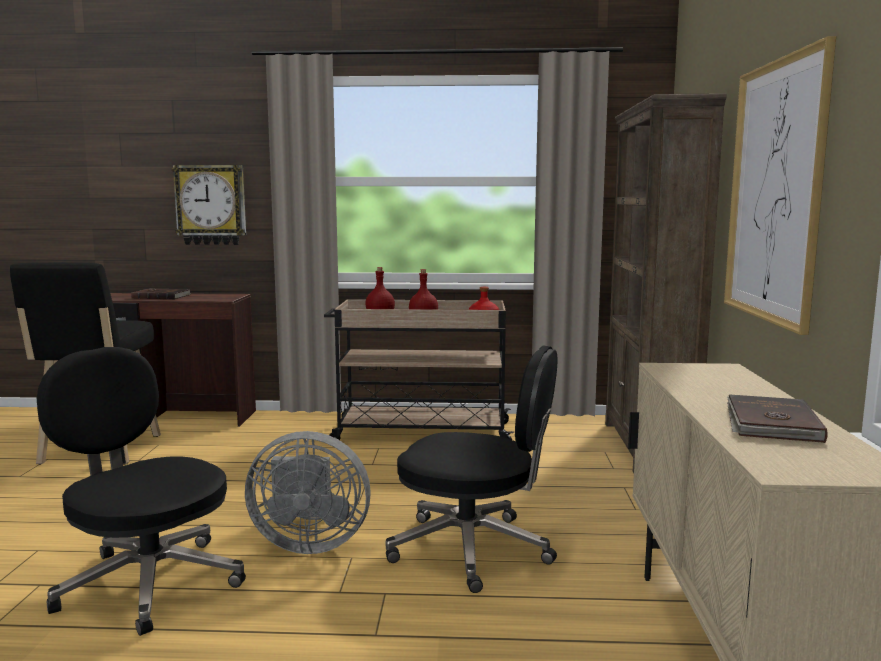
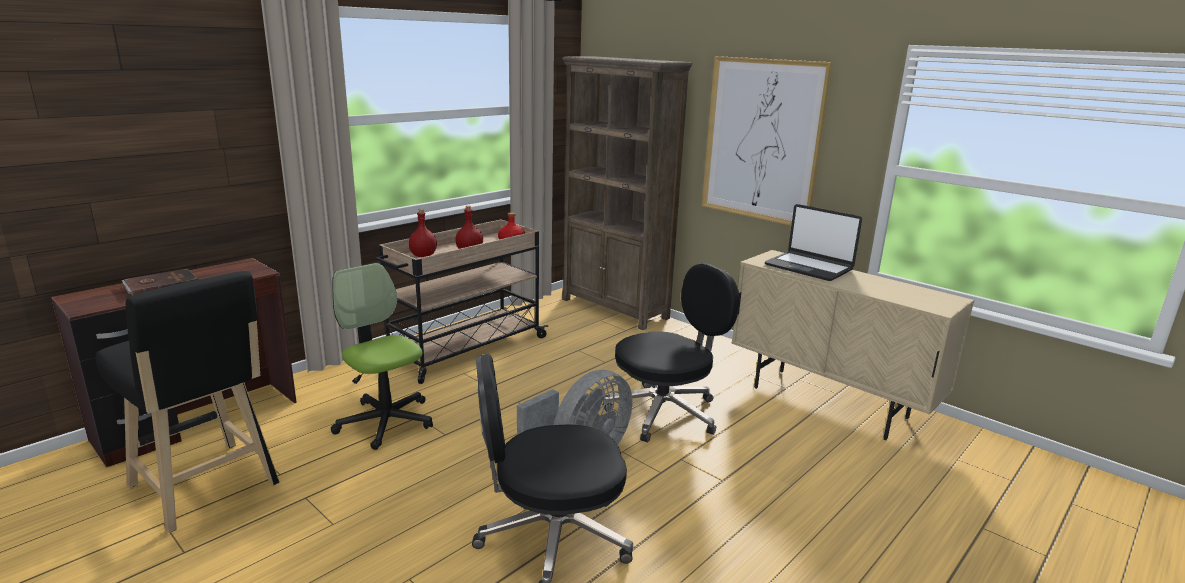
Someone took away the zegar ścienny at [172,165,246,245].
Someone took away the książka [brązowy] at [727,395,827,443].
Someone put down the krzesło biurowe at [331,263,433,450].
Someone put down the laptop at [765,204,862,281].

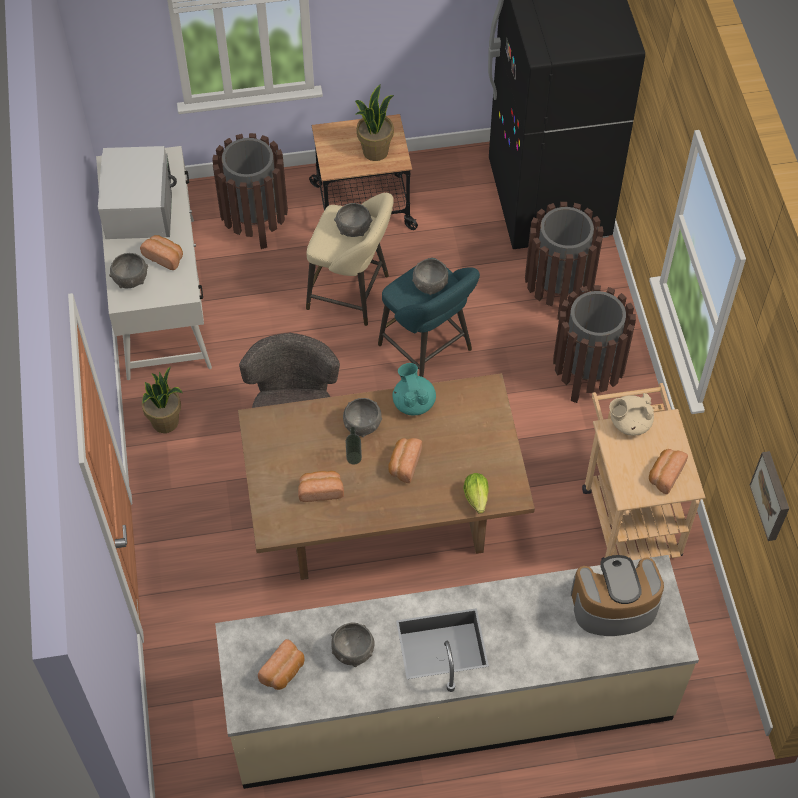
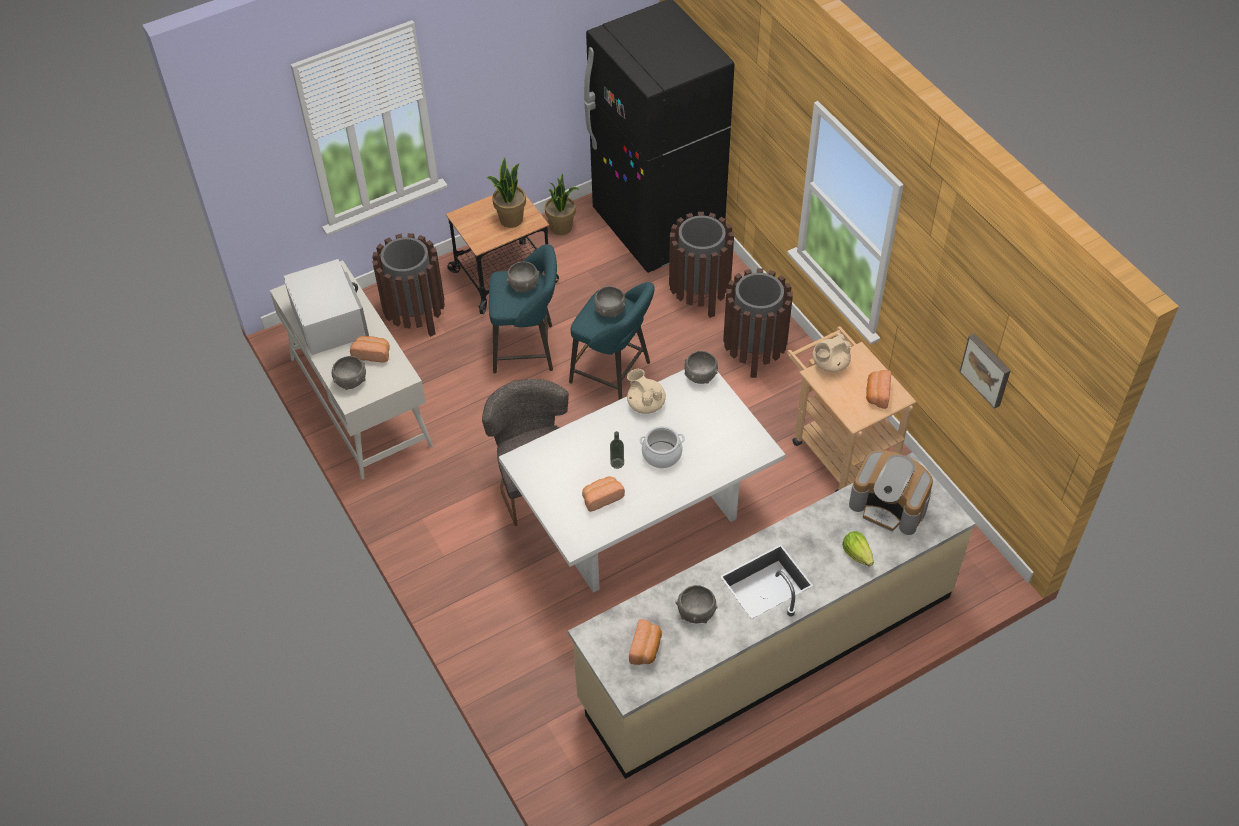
Someone carried the roślina doniczkowa from [142,367,183,433] to [545,173,580,235].
Someone carried the miska [szary] from [343,398,382,437] to [684,351,718,384].
Someone carried the sałata from [463,473,488,514] to [842,531,874,567].
Someone swapped the chleb at [388,438,422,483] for the garnek at [640,426,685,468].
Someone repainted the stół jadalny [brązowy] at [238,373,535,580], which became the stół jadalny [biały] at [499,369,786,593].
Someone repainted the stołek [beżowy] at [306,193,394,326], which became the stołek [turkusowy] at [489,244,557,374].
Someone repainted the imbryk [turkusowy] at [392,363,436,415], which became the imbryk [beżowy] at [627,369,666,414].
Someone rotated the ekspres do kawy at [571,555,664,636] by 120 degrees counterclockwise.

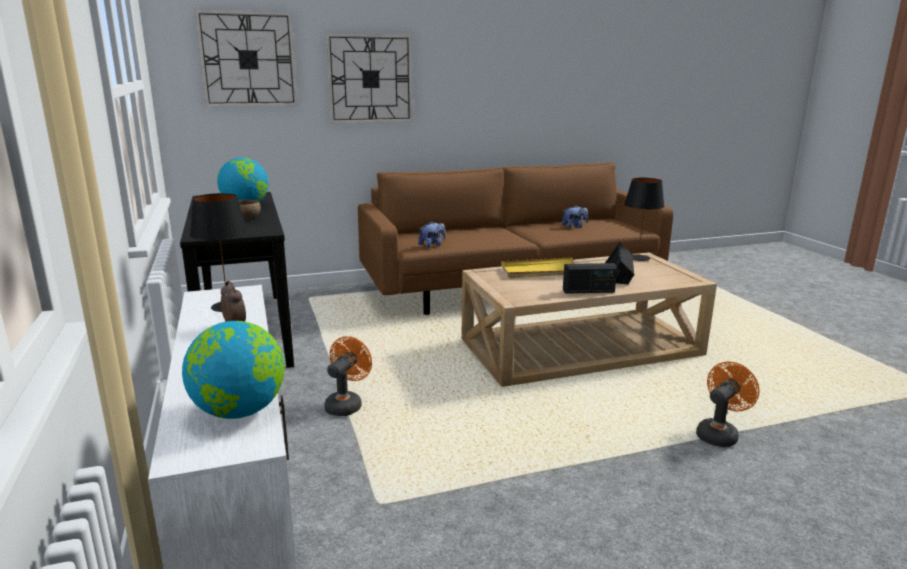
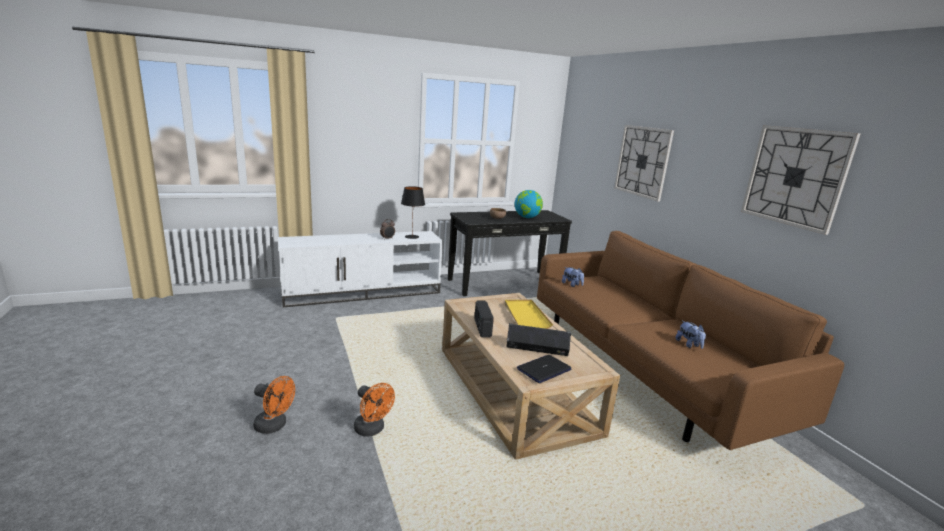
Someone took away the globus at [182,321,285,419].
Someone took away the lampa stołowa [czarny] at [624,178,664,261].
Someone put down the laptop at [517,355,572,383].
Someone carried the zegar ścienny from [194,9,298,107] to [741,125,860,235].
Someone carried the wentylator [pomarańczowy] from [324,336,372,416] to [253,376,295,434].

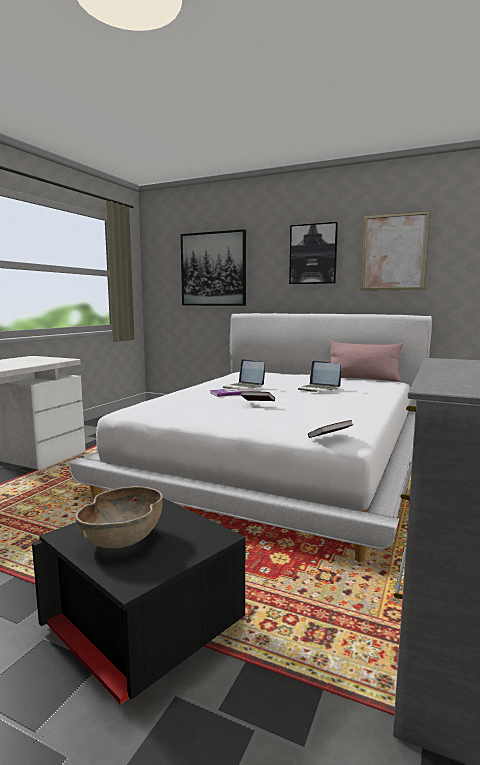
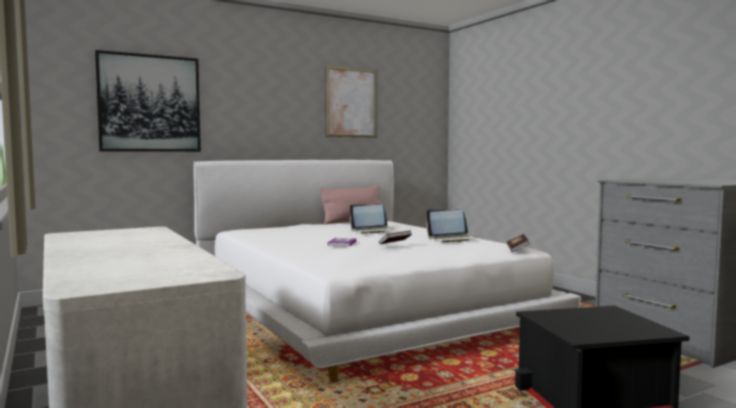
Someone took away the miska [brązowy] at [75,486,163,549].
Someone took away the obraz at [289,222,338,284].
Someone carried the laptop from [223,359,265,389] to [426,210,477,242].

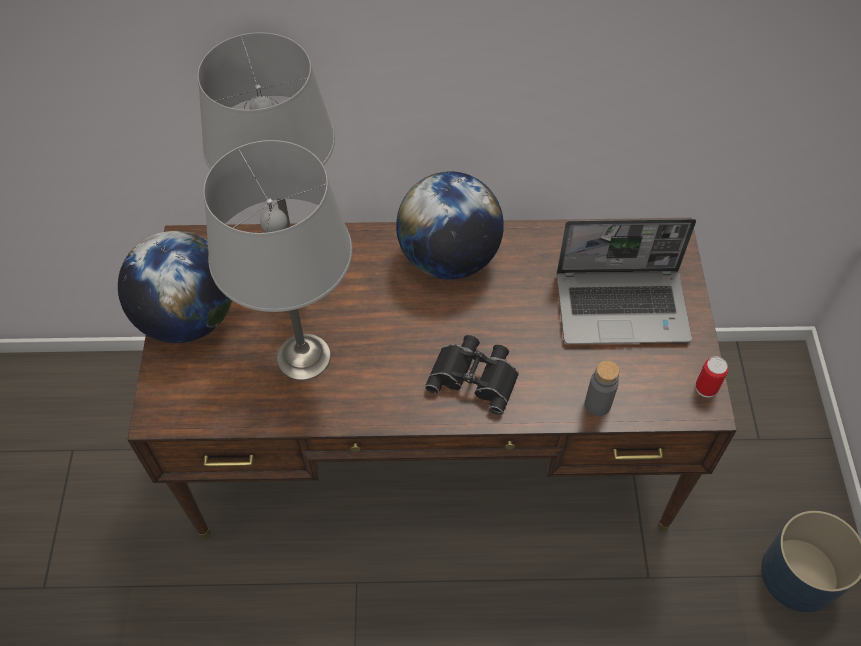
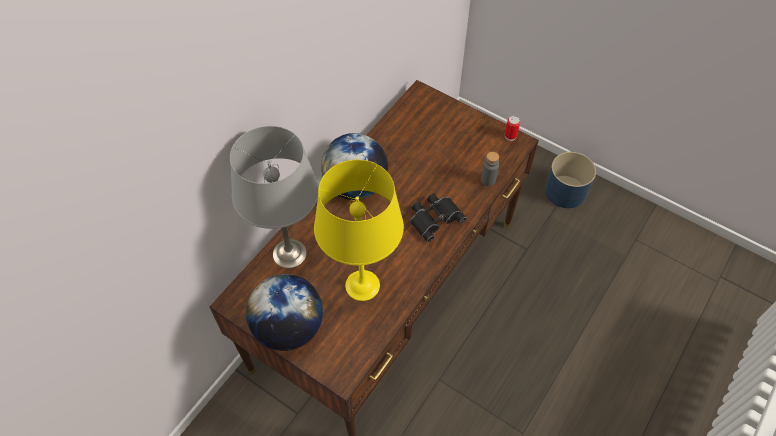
Someone took away the laptop at [557,219,696,344].
Someone repainted the lampa stołowa [szary] at [203,140,352,380], which became the lampa stołowa [żółty] at [314,160,404,301].

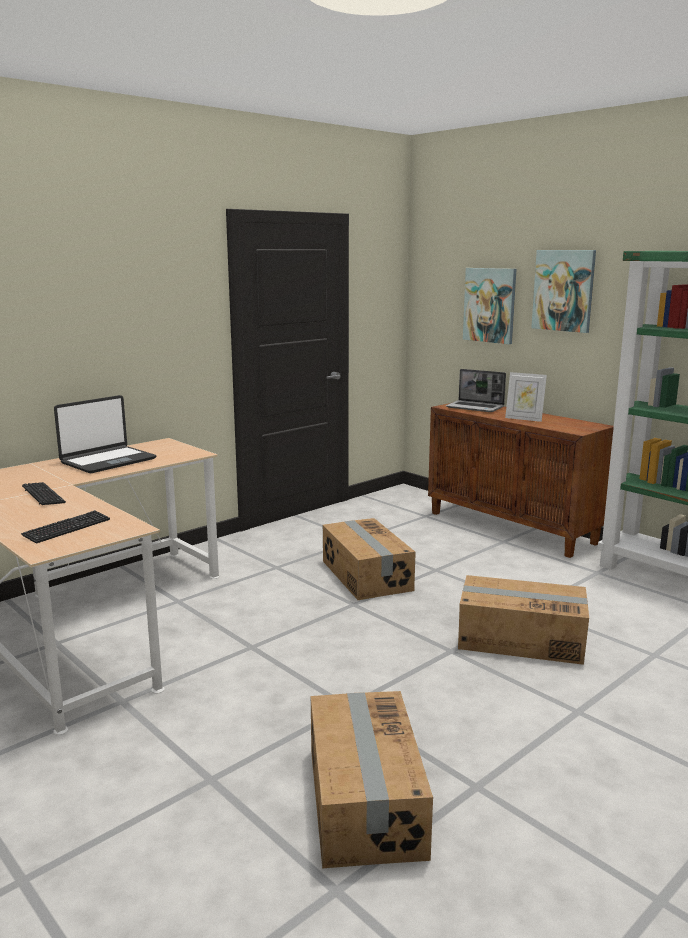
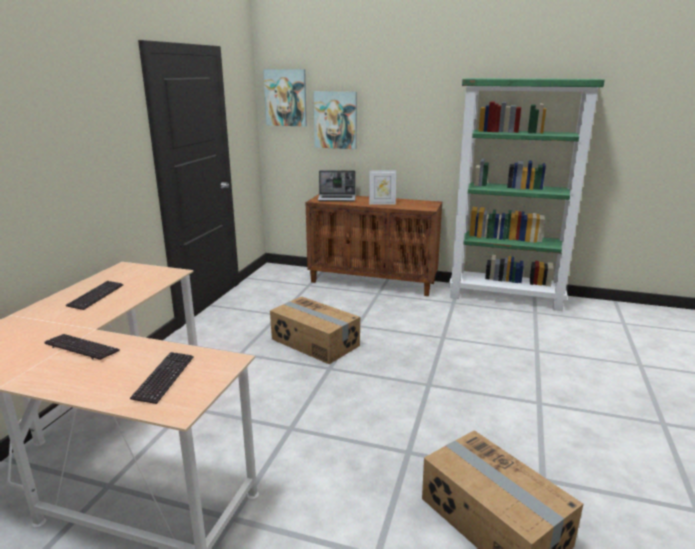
Someone took away the karton at [458,575,589,665].
Someone carried the obraz from [531,250,596,333] to [263,69,307,127].
Someone swapped the laptop at [54,395,156,473] for the klawiatura at [66,281,123,310].

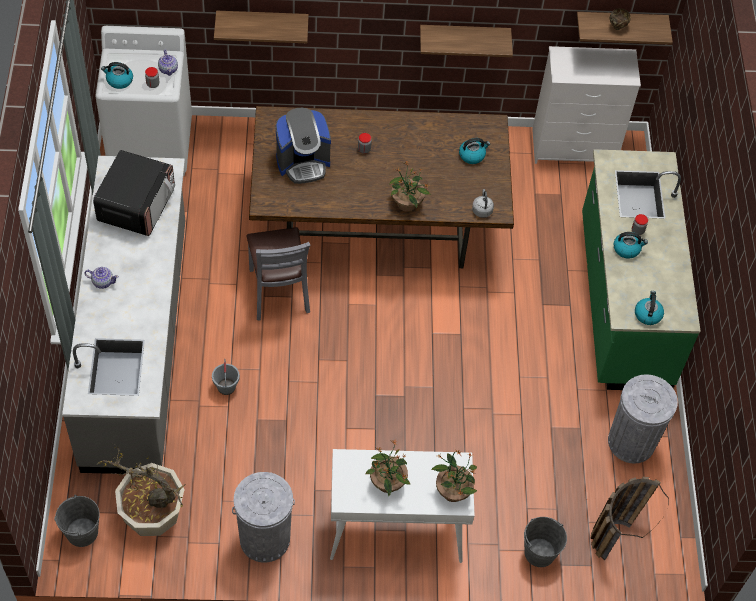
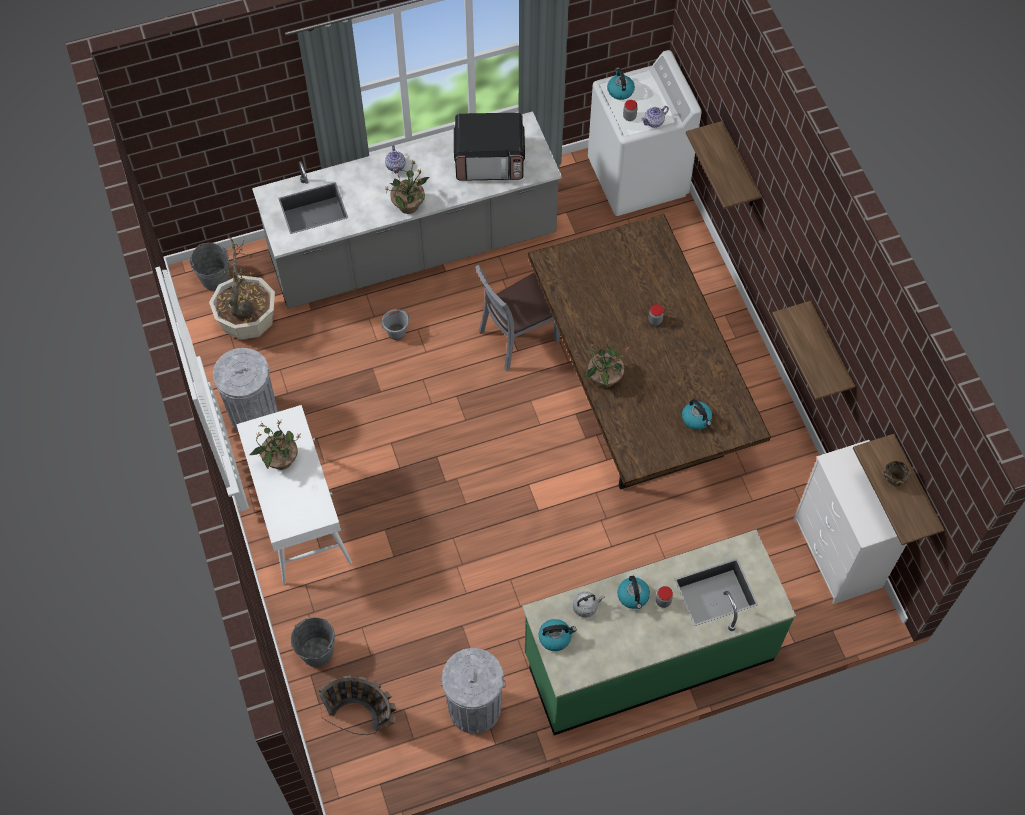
Someone took away the ekspres do kawy at [276,108,331,184].
Someone carried the roślina doniczkowa from [432,450,477,502] to [384,160,430,214].
Someone carried the czajnik [szary] from [472,189,494,218] to [573,591,605,618].

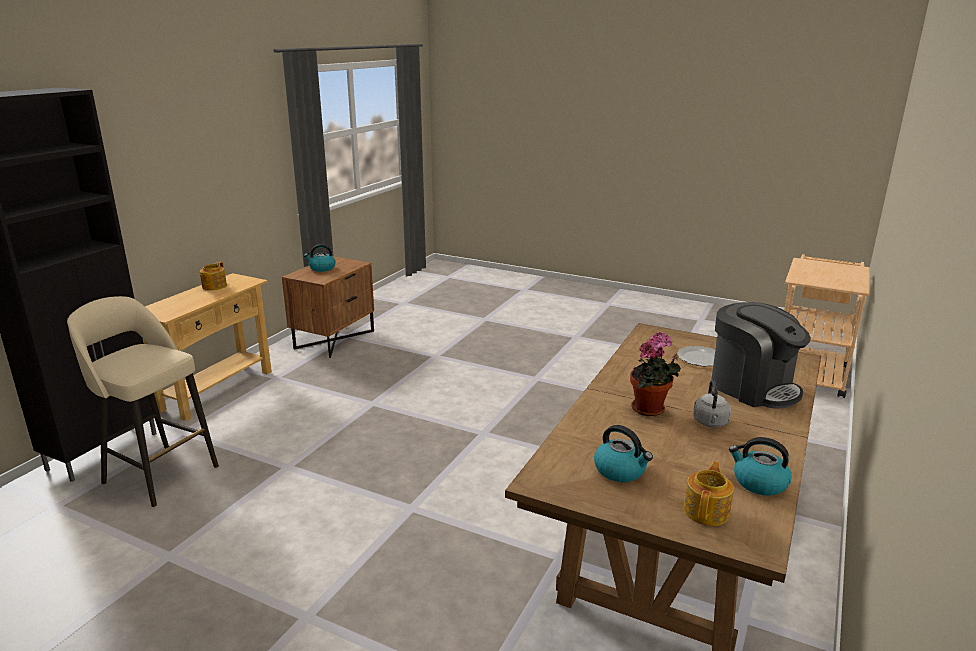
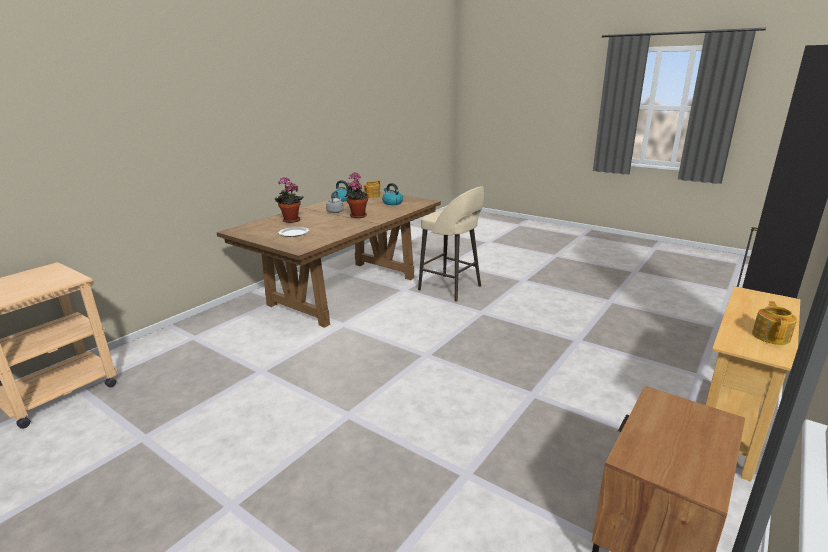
Someone took away the czajnik at [304,244,335,272].
Someone carried the stołek [beżowy] from [67,296,219,507] to [418,186,484,302].
Someone swapped the ekspres do kawy at [711,302,811,409] for the roślina doniczkowa at [275,177,304,223].

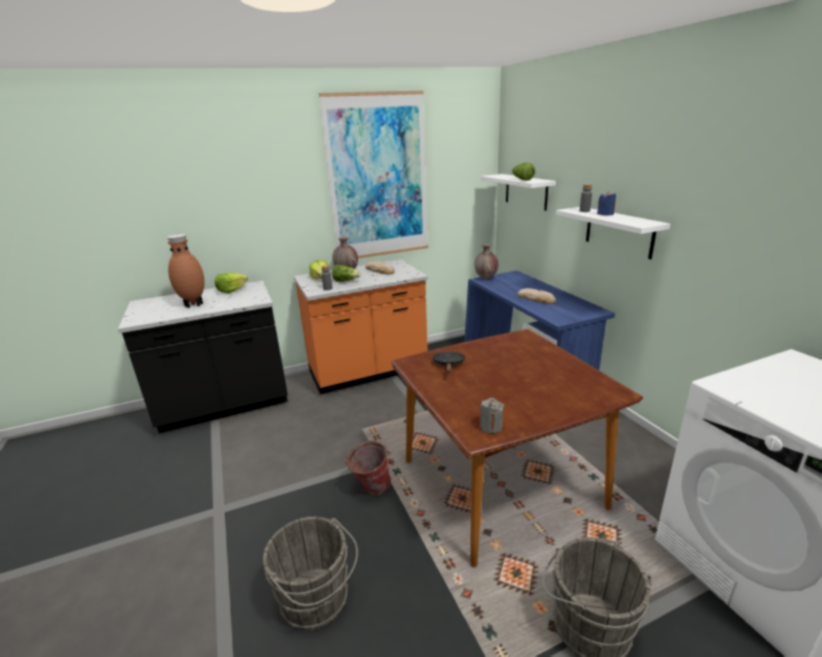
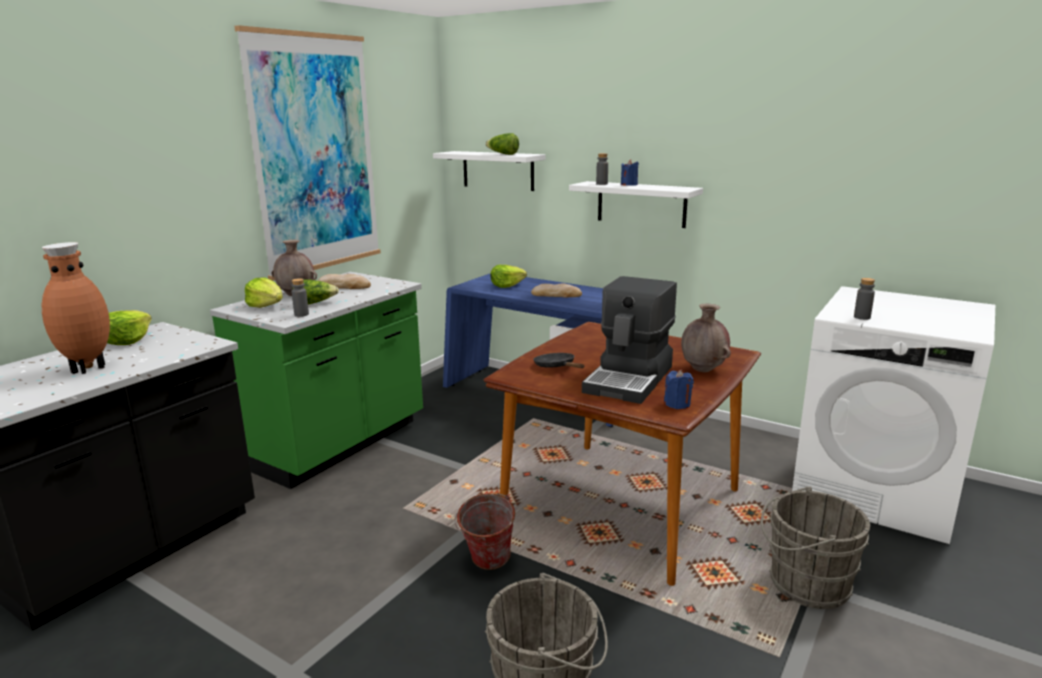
Someone put down the sałata at [490,265,527,288].
Someone put down the ekspres do kawy at [582,276,677,404].
Someone put down the butelka [szary] at [854,278,875,320].
Someone carried the wazon [brązowy] from [474,244,499,279] to [681,304,731,372].
Someone repainted the zabudowa kuchenna [pomarańczowy] at [294,259,428,394], which became the zabudowa kuchenna [zielony] at [210,272,423,489].
Someone repainted the świeca [szary] at [480,398,504,434], which became the świeca [niebieski] at [664,370,694,409].

